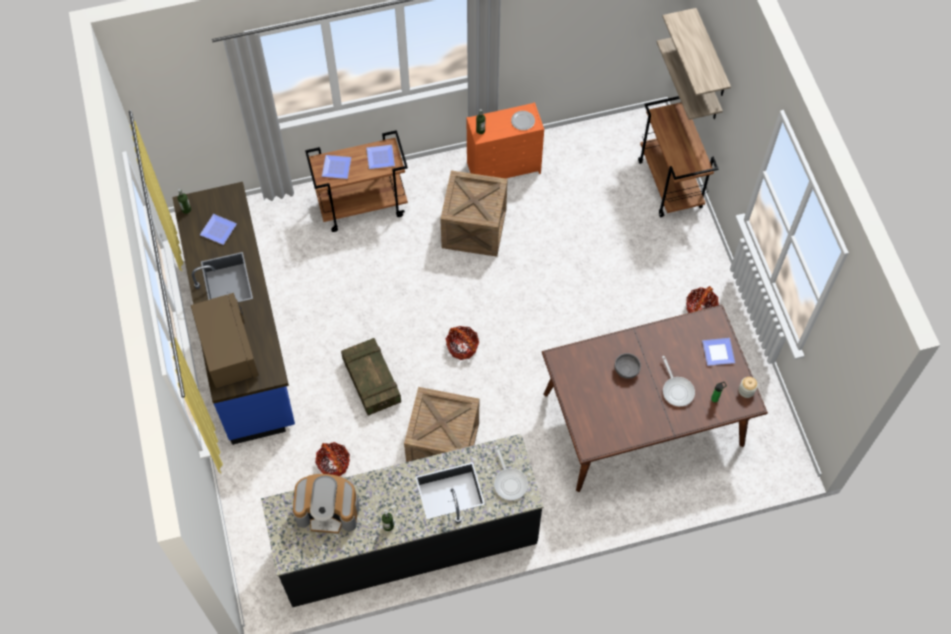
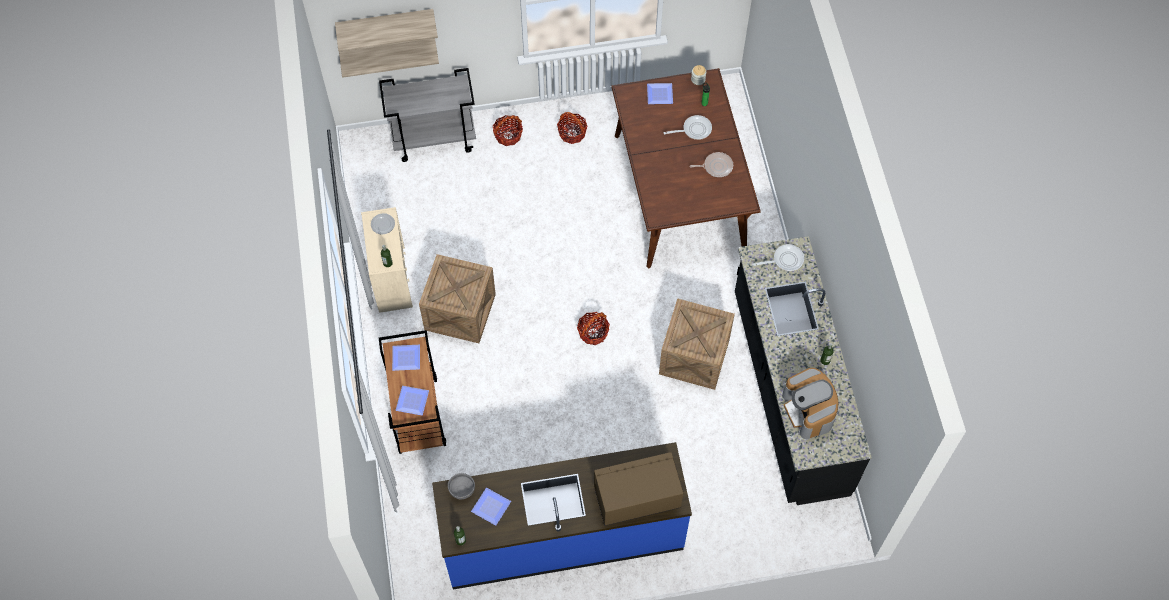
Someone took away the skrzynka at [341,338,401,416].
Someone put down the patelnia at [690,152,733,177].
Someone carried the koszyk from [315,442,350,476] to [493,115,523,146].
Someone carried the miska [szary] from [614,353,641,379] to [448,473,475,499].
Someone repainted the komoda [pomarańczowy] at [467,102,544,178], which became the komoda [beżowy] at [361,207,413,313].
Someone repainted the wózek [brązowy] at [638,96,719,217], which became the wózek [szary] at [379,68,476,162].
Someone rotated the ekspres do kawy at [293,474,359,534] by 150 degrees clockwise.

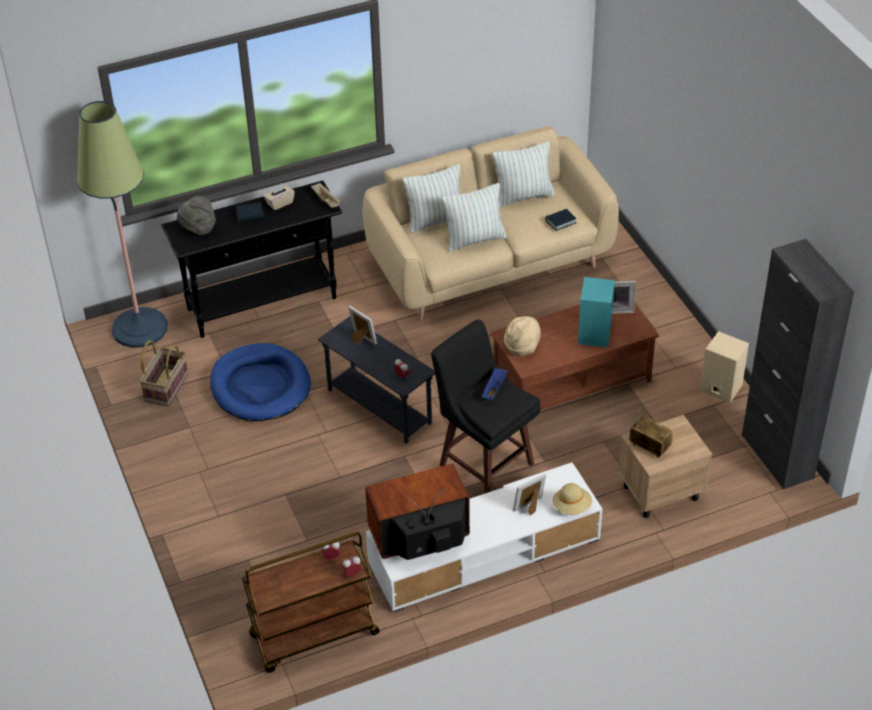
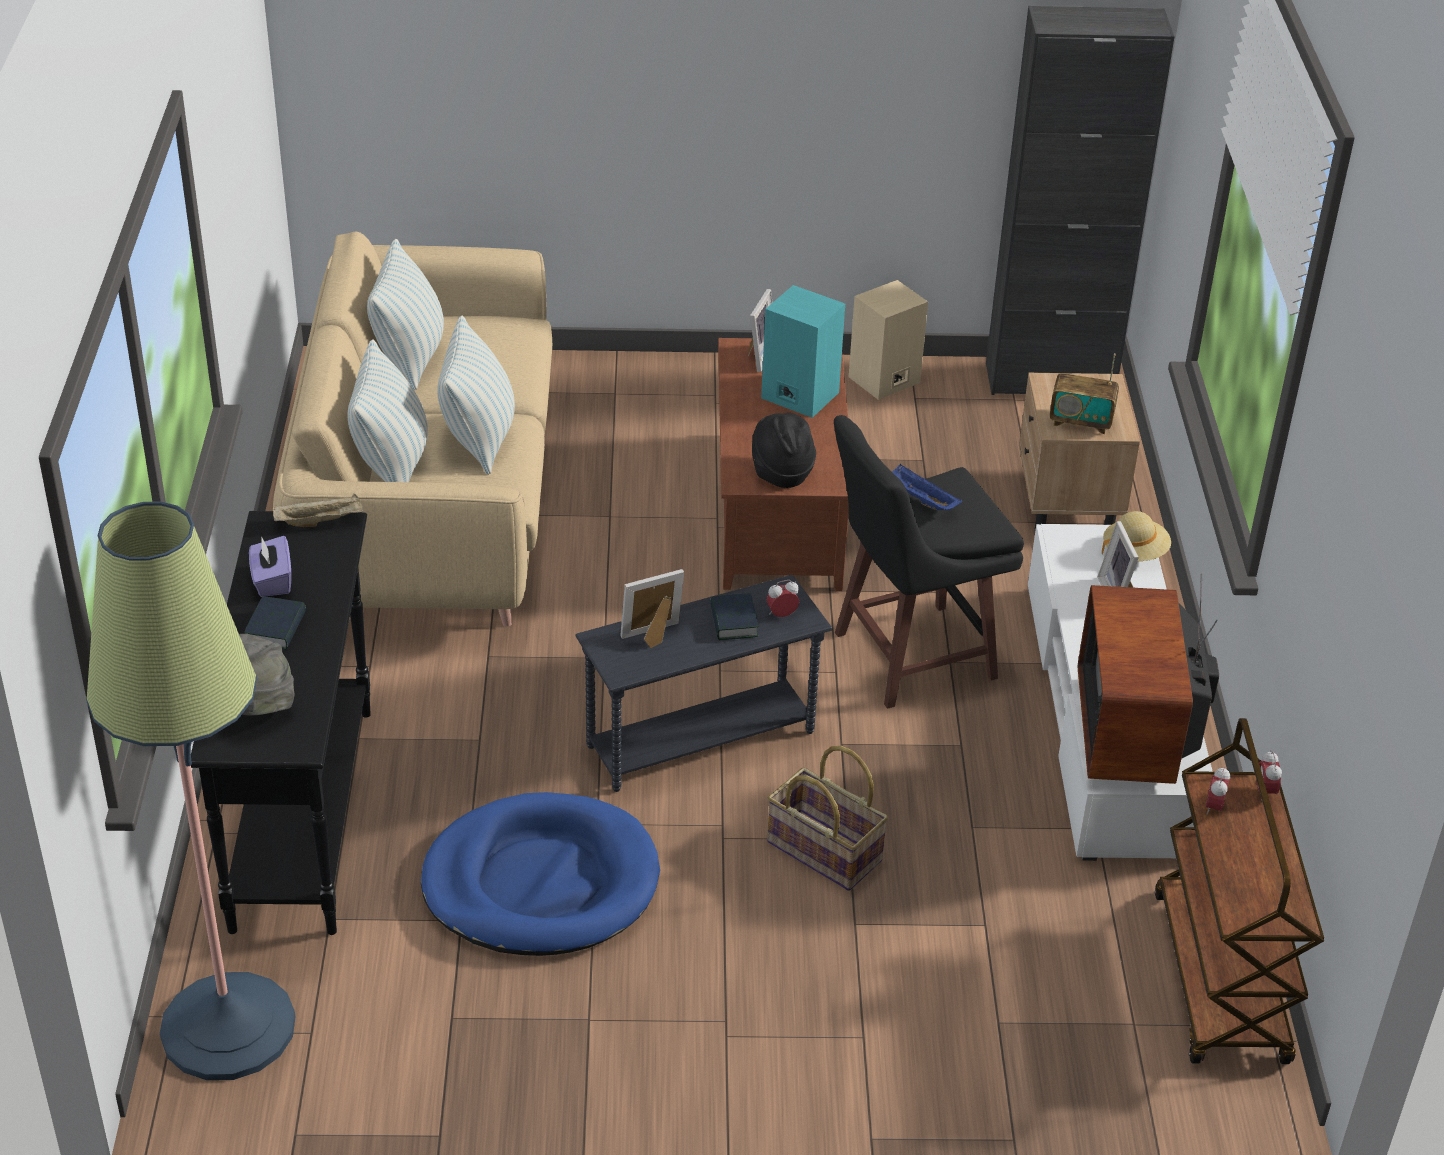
Someone carried the koszyk from [140,340,188,407] to [767,746,889,891].
Someone carried the książka from [545,209,576,231] to [710,594,758,640].
Someone repainted the pudełko chusteczek [beżowy] at [264,183,295,210], which became the pudełko chusteczek [fioletowy] at [249,536,291,597].
Someone repainted the kapelusz [beżowy] at [504,316,541,356], which became the kapelusz [czarny] at [752,413,816,488].
Someone rotated the radio at [629,411,673,458] by 135 degrees counterclockwise.

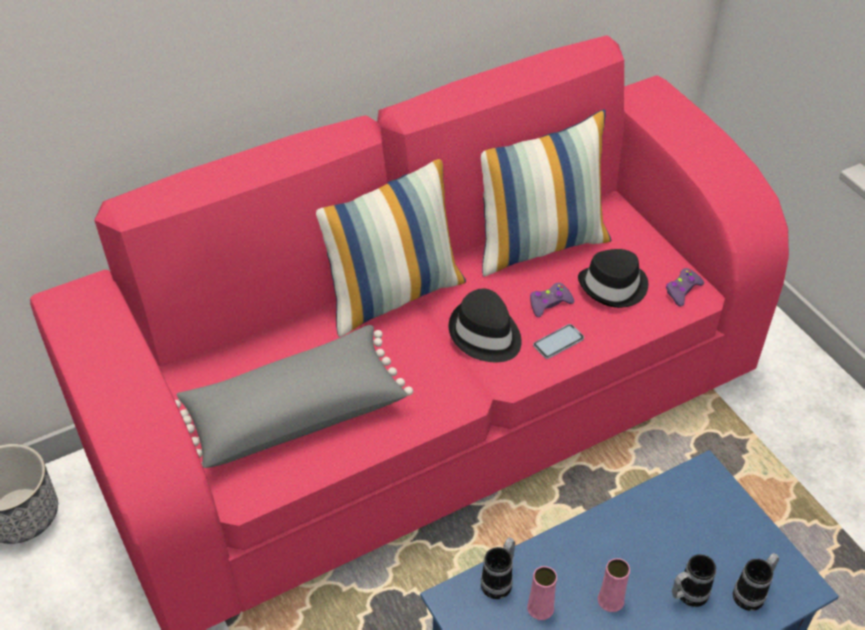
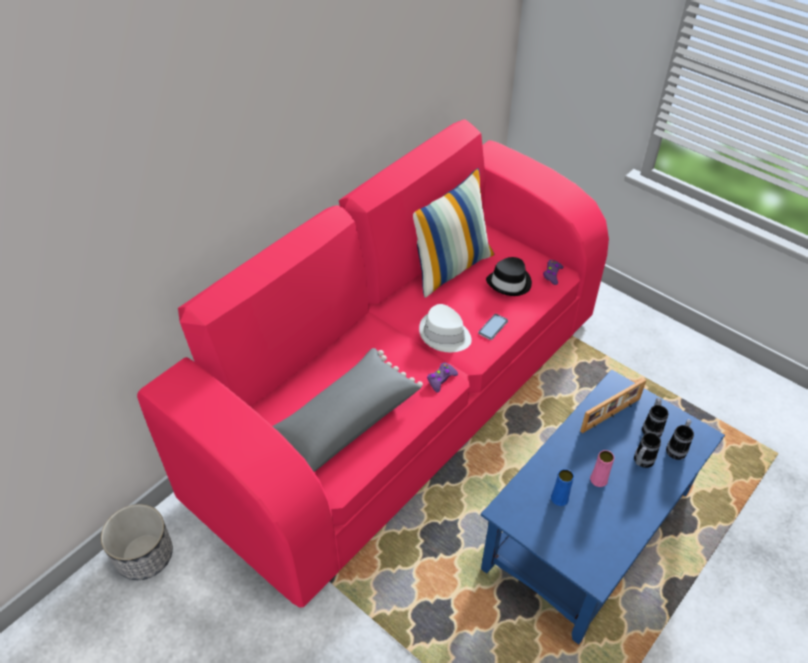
Someone took away the poduszka at [316,159,466,337].
Someone put down the ramka na zdjęcie at [580,378,647,433].
Someone carried the kubek from [481,538,515,599] to [642,398,669,438].
Someone carried the pad do gier [fioletowy] from [530,282,574,317] to [427,363,458,392].
Someone repainted the kapelusz [czarny] at [448,289,522,362], which became the kapelusz [biały] at [419,304,472,352].
Someone repainted the wazon [różowy] at [527,566,557,620], which became the wazon [niebieski] at [551,469,574,506].

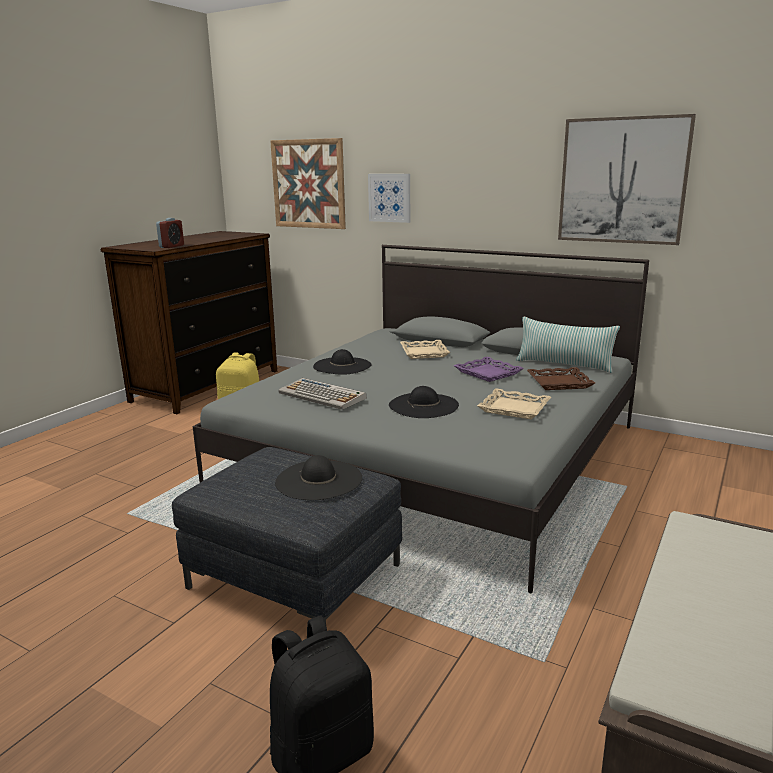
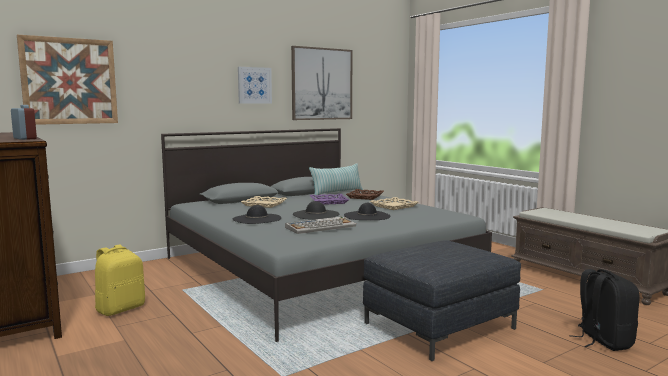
Someone carried the kapelusz [czarny] from [275,455,362,500] to [293,201,340,219].
Someone carried the obraz from [368,174,410,223] to [238,67,272,103].

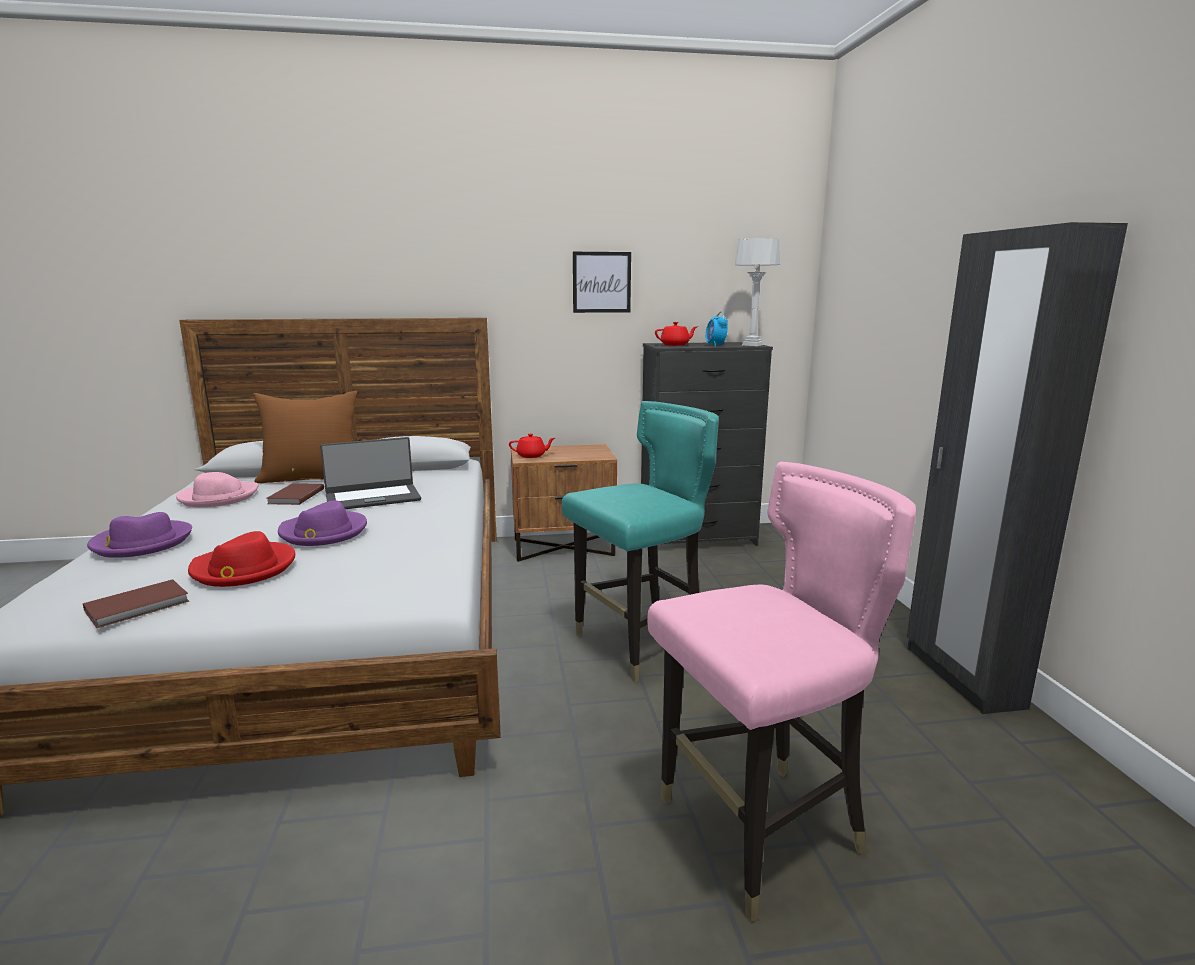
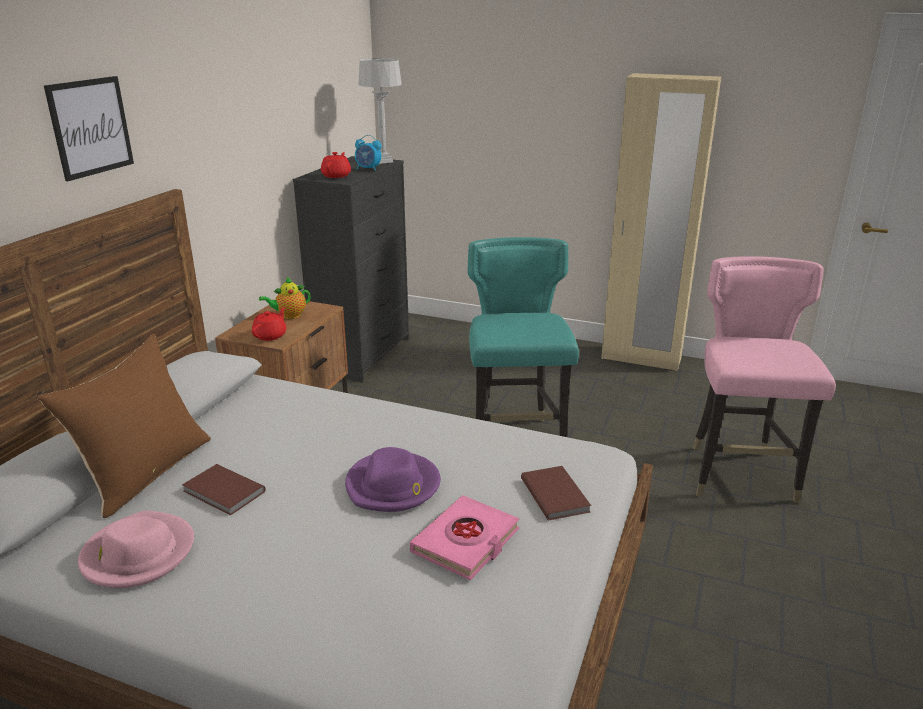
Someone took away the kapelusz [fioletowy] at [87,512,192,558].
Someone took away the laptop at [320,437,421,509].
Someone put down the imbryk at [259,277,311,319].
Someone carried the książka [brązowy] from [83,579,189,628] to [521,466,591,520].
Someone carried the obraz from [573,252,631,313] to [44,76,134,181].
Someone swapped the kapelusz [czerwony] at [188,531,295,587] for the książka [różowy] at [410,495,520,580].
Someone repainted the szafa [czarny] at [907,222,1128,714], which became the szafa [beżowy] at [601,73,721,371].

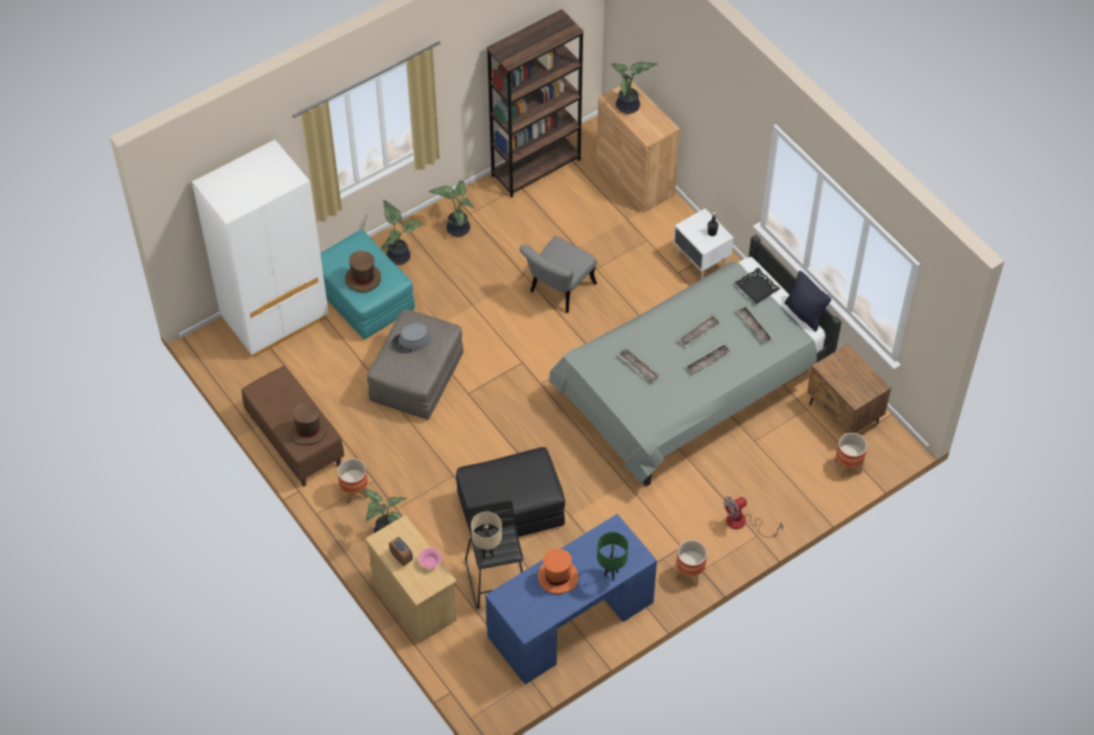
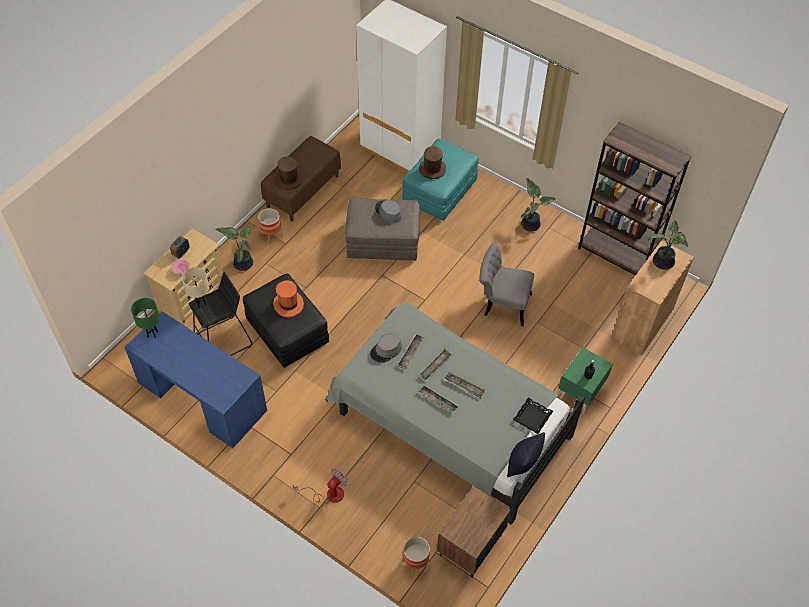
Someone took away the roślina doniczkowa at [382,200,422,265].
Someone took away the donica at [676,540,707,586].
Someone put down the kapelusz [szary] at [370,333,402,363].
Someone carried the kapelusz [pomarańczowy] from [538,549,578,594] to [273,280,304,318].
Someone carried the lampa stołowa [zielony] from [597,532,628,581] to [131,298,160,338].
Someone carried the taca from [737,306,773,342] to [419,348,453,381].
Someone repainted the szafka nocna [biały] at [674,209,734,279], which became the szafka nocna [zielony] at [559,347,613,414].
Someone rotated the wentylator at [723,496,784,537] by 90 degrees clockwise.

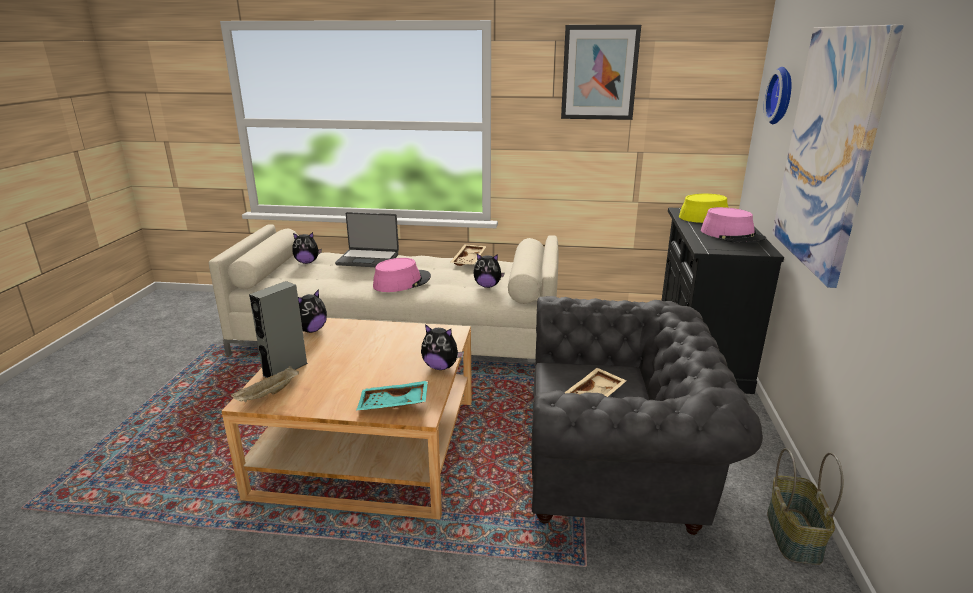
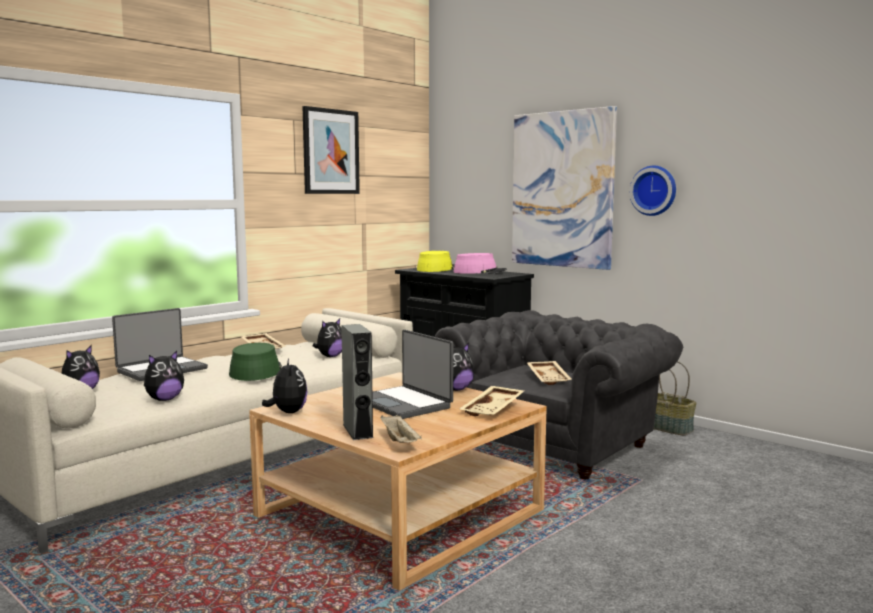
Someone put down the pluszak at [144,351,184,401].
Someone put down the laptop at [372,330,453,419].
Someone carried the zegar ścienny from [764,67,791,124] to [629,166,676,216].
Someone repainted the taca [turkusowy] at [356,381,428,410], which became the taca [beżowy] at [460,386,524,416].
Someone repainted the kapelusz [różowy] at [373,258,431,292], which became the kapelusz [zielony] at [229,343,282,381].

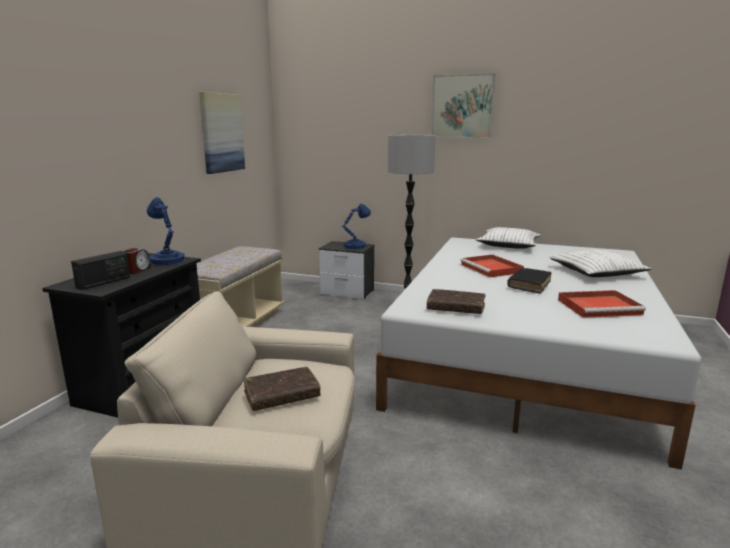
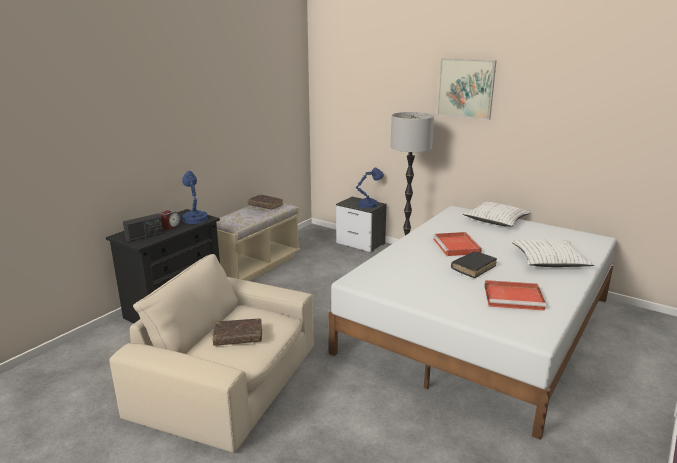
Someone took away the obraz at [199,92,245,174].
Someone carried the książka [brązowy] from [427,289,485,314] to [247,194,283,209].

